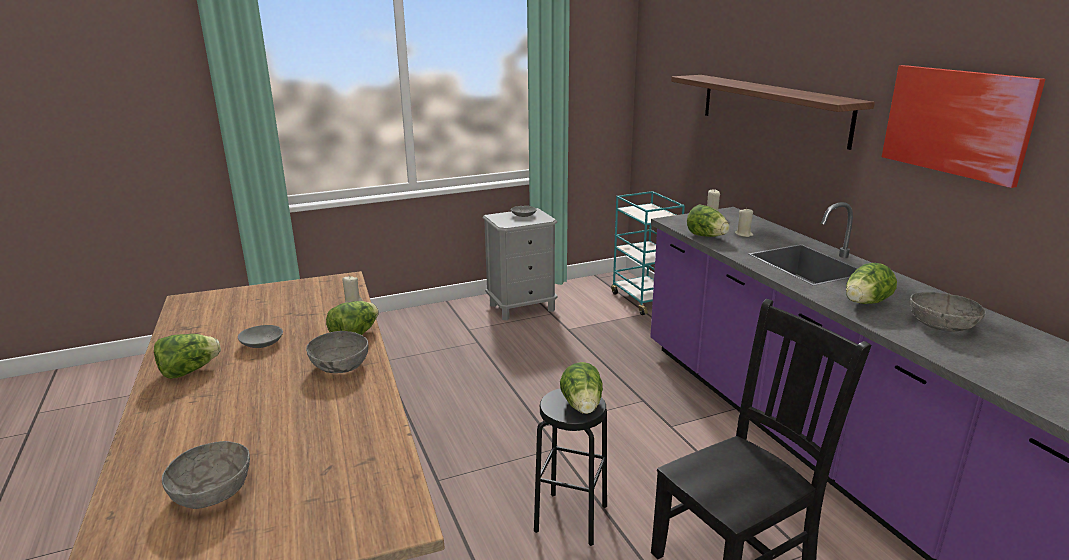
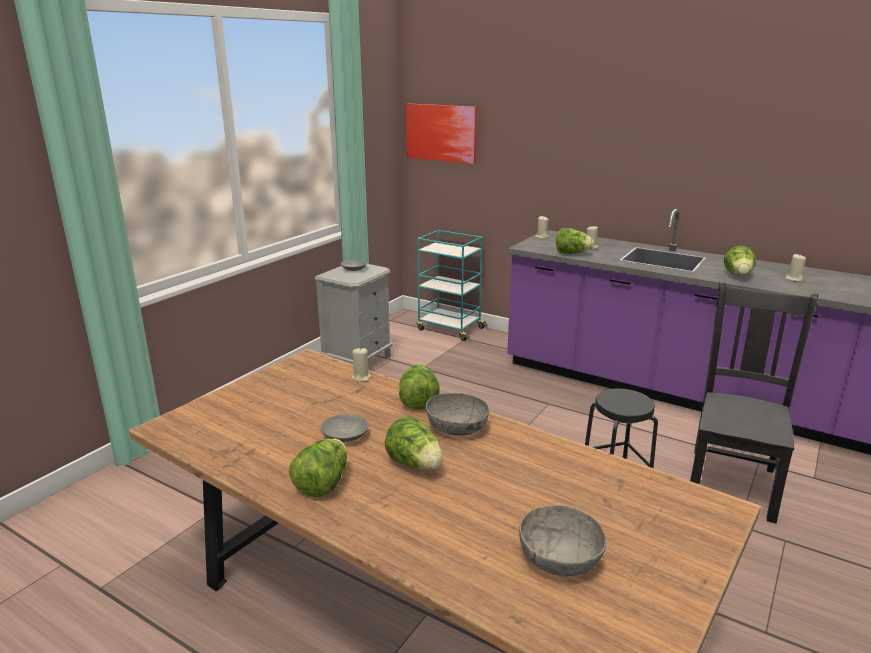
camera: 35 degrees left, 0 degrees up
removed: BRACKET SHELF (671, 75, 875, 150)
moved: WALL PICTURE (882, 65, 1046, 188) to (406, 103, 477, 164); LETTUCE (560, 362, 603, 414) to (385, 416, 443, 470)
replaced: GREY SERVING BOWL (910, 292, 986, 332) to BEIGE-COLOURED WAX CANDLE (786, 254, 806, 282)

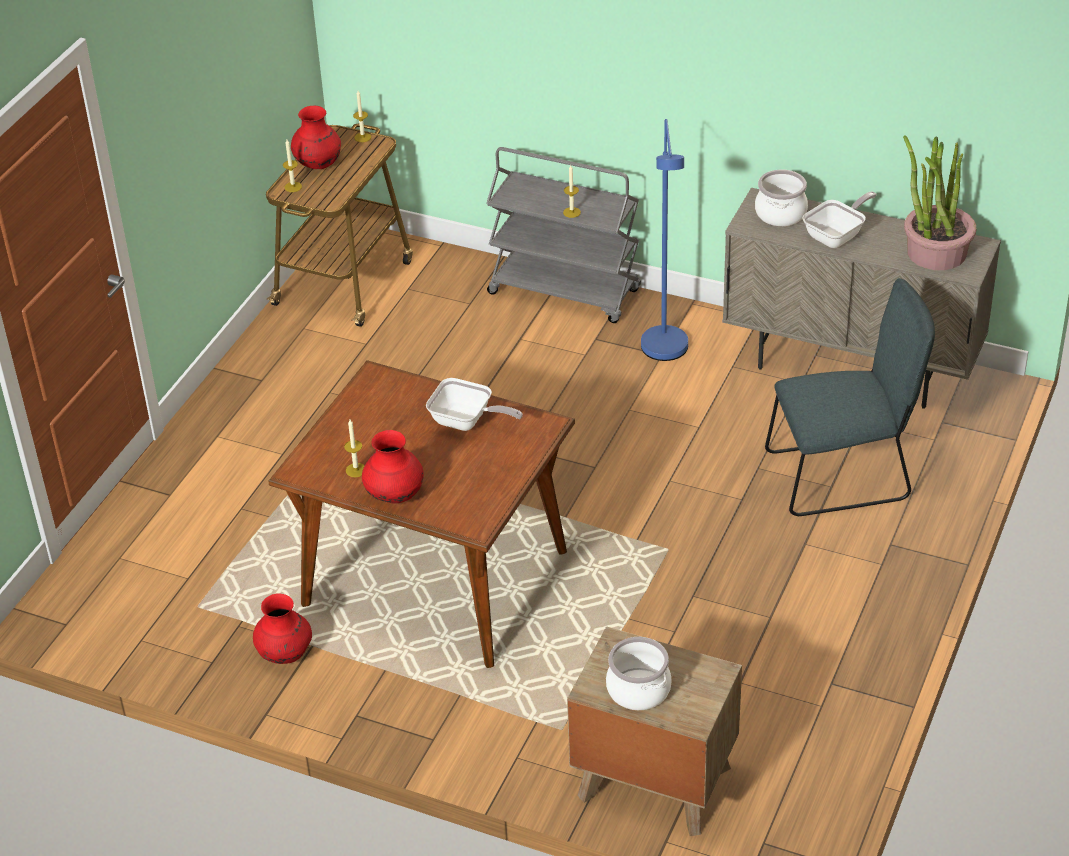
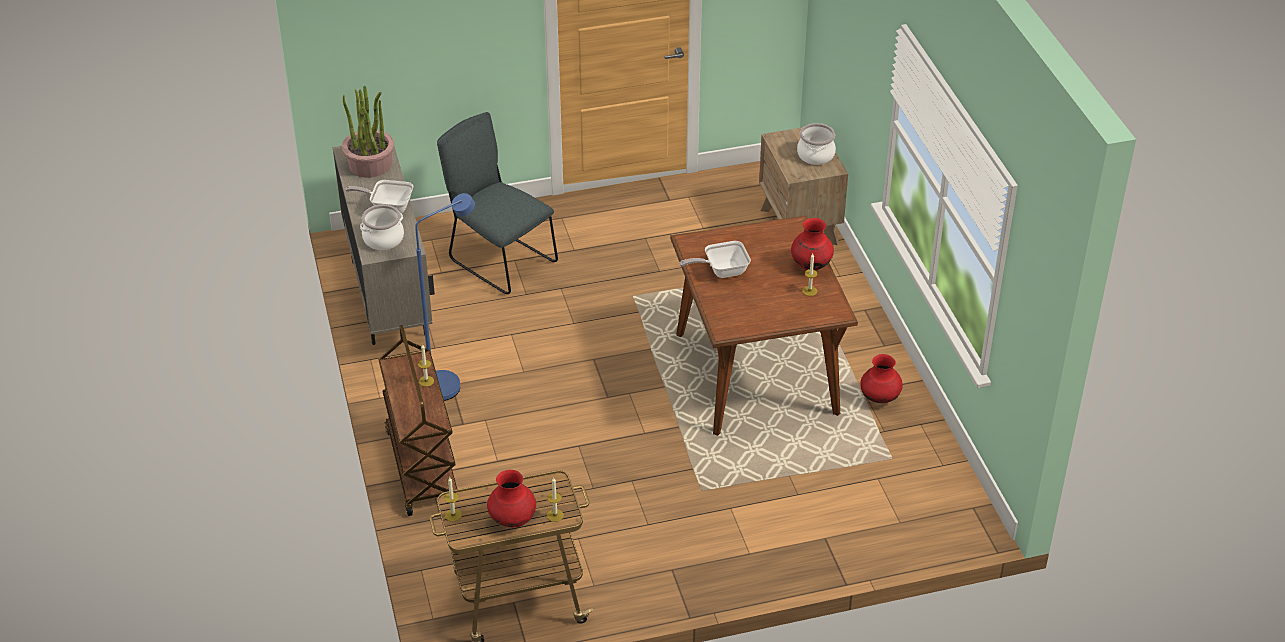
camera: 130 degrees left, 0 degrees up
recoloured: GREY CART (486, 147, 641, 323) to BROWN CART (378, 325, 457, 516)
turned: PAN (426, 378, 523, 431) = (680, 241, 751, 278) 90 degrees counterclockwise

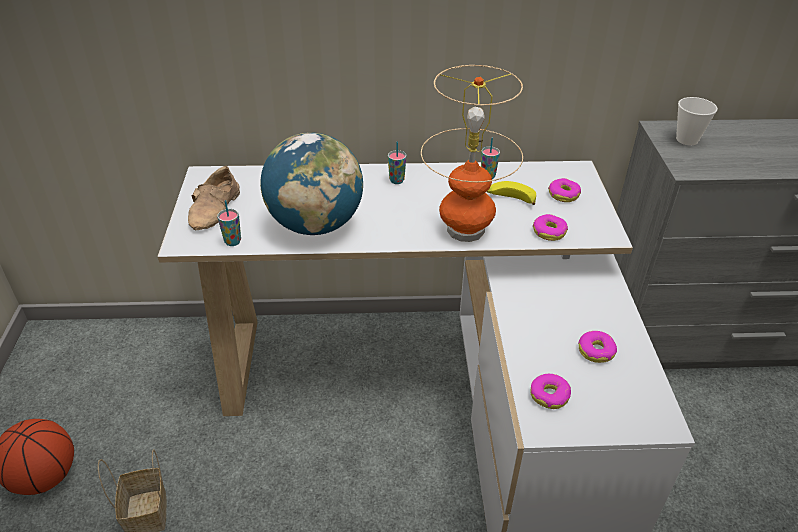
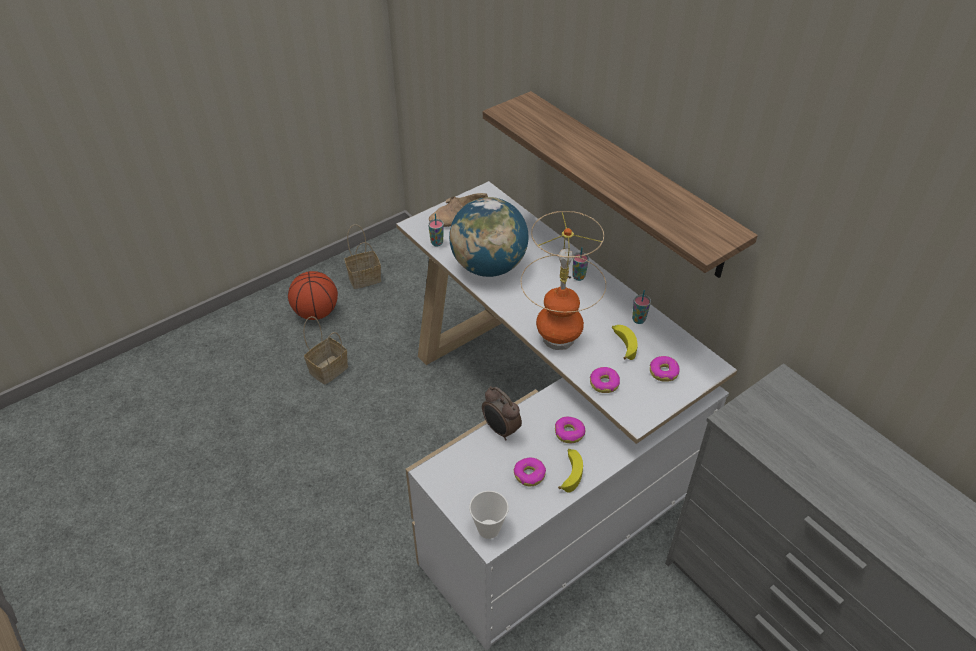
camera: 55 degrees right, 5 degrees up
added: BRACKET SHELF (483, 91, 758, 278); STORAGE BASKET (344, 224, 381, 289); ALARM CLOCK (482, 386, 522, 441); BANANA FRUIT (558, 449, 583, 493)
moved: DRINKING CUP (676, 97, 718, 145) to (469, 491, 509, 539); RING DOUGHNUT (530, 374, 571, 409) to (555, 416, 585, 443)

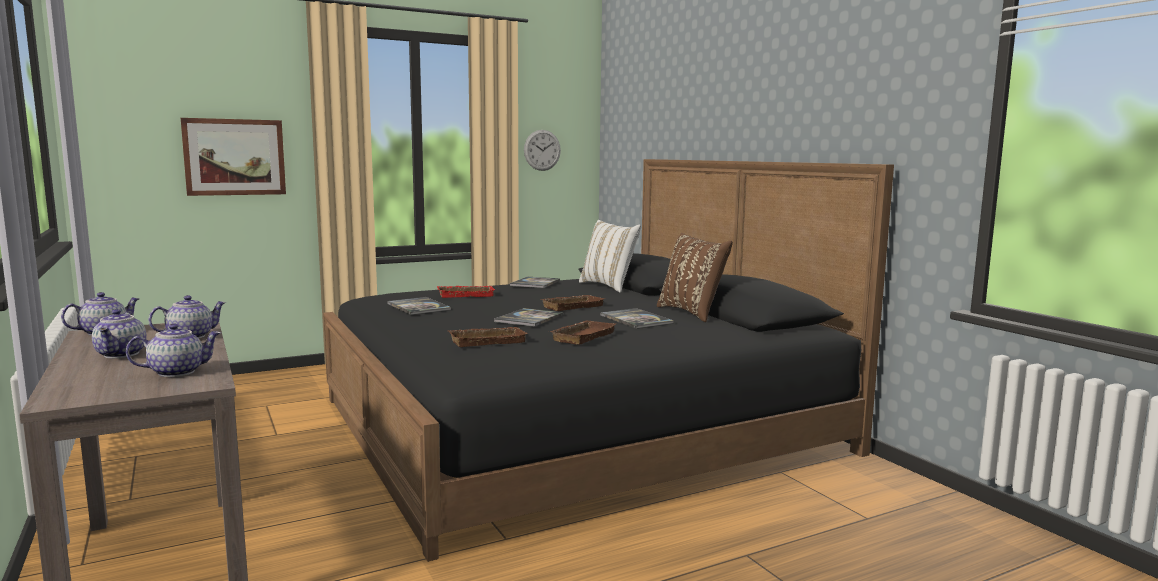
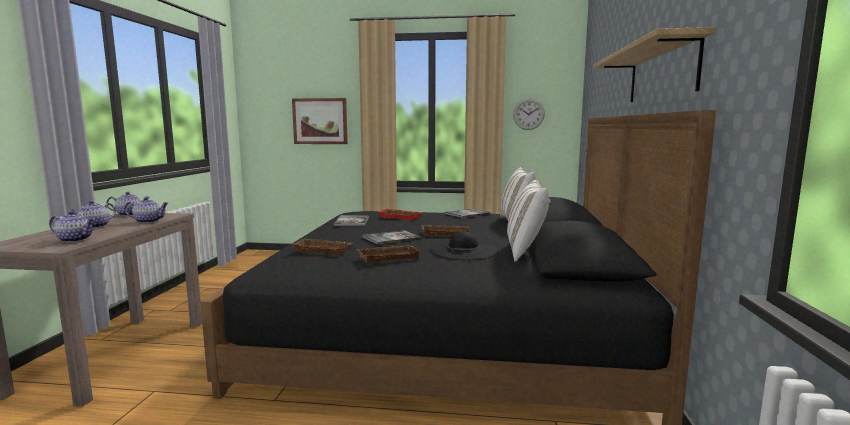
camera: 35 degrees right, 0 degrees up
added: BRACKET SHELF (593, 27, 715, 102)
replaced: BOOK (600, 308, 674, 329) to BLACKISH WEARABLE HAT (429, 231, 498, 260)
recoloured: BROWN PILLOW (657, 233, 733, 322) to WHITE PILLOW (507, 180, 551, 262)

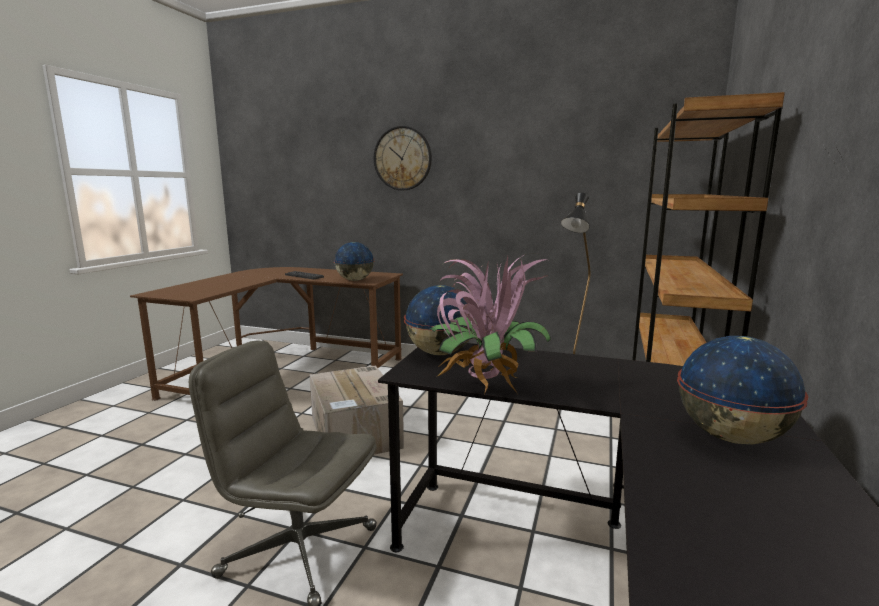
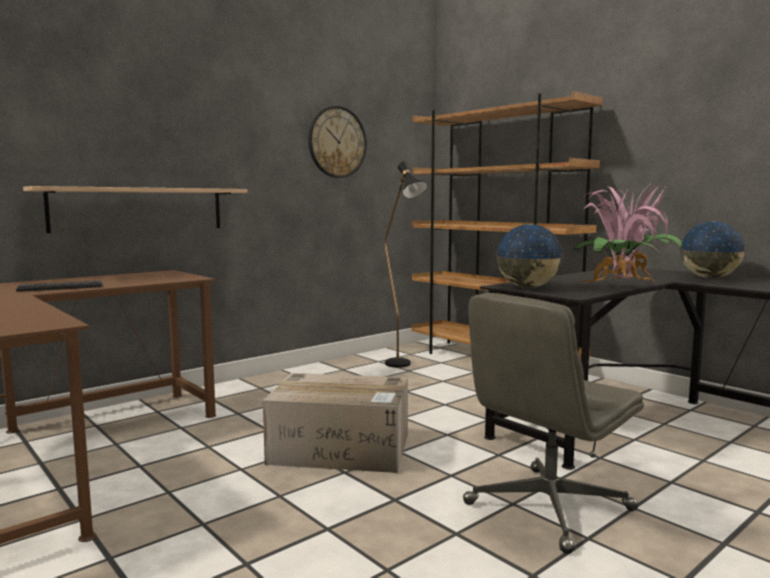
camera: 60 degrees left, 5 degrees down
removed: DESK GLOBE (334, 242, 374, 281)
added: BRACKET SHELF (23, 186, 248, 233)
moved: WALL CLOCK (374, 126, 432, 190) to (308, 106, 367, 178)

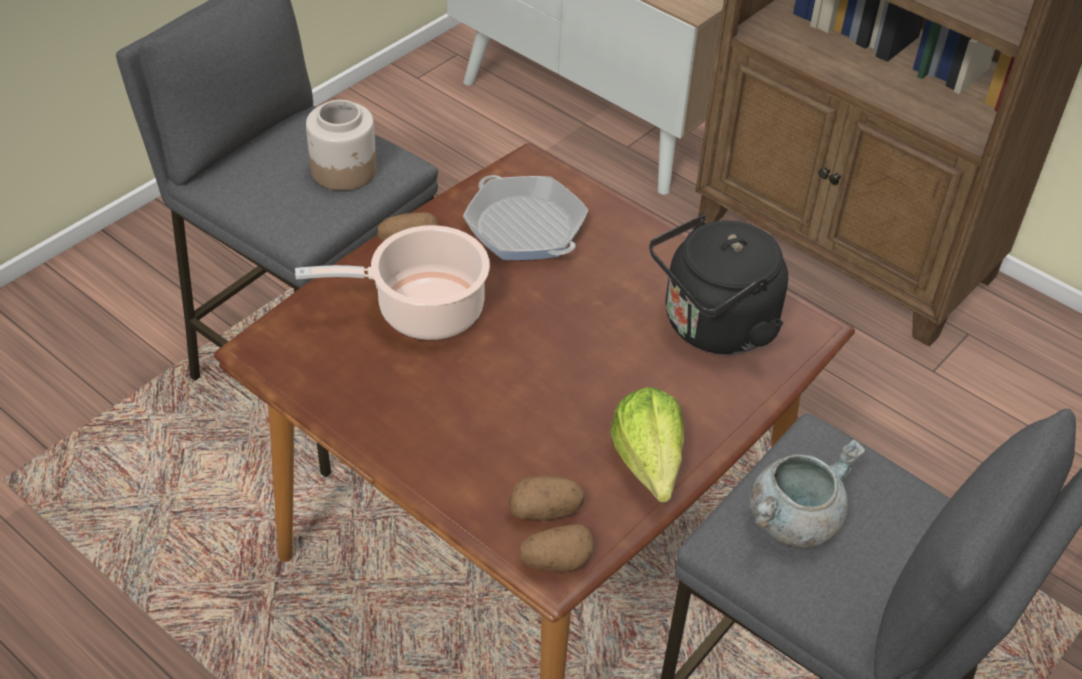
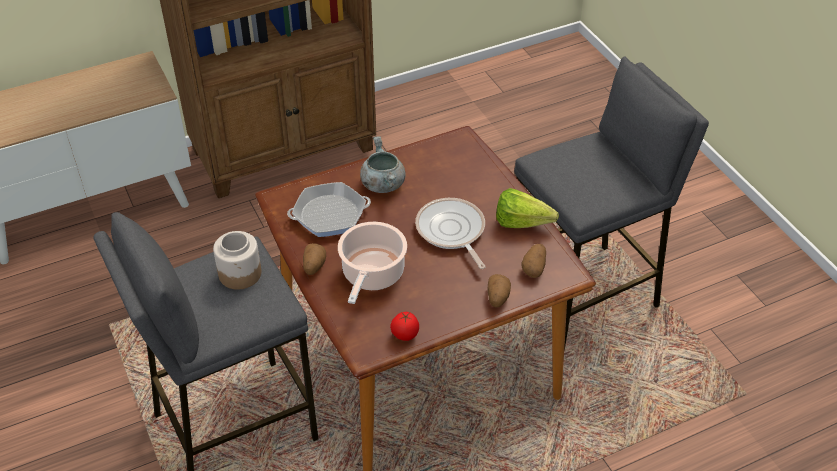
camera: 65 degrees left, 0 degrees up
removed: BLACKISH TEA KETTLE (649, 214, 788, 354)
added: PAN (415, 198, 486, 269); TOMATO (390, 312, 419, 341)
moved: GREY COOKING POT (750, 439, 865, 548) to (360, 136, 406, 193); POTATO (519, 524, 595, 572) to (487, 274, 511, 307)

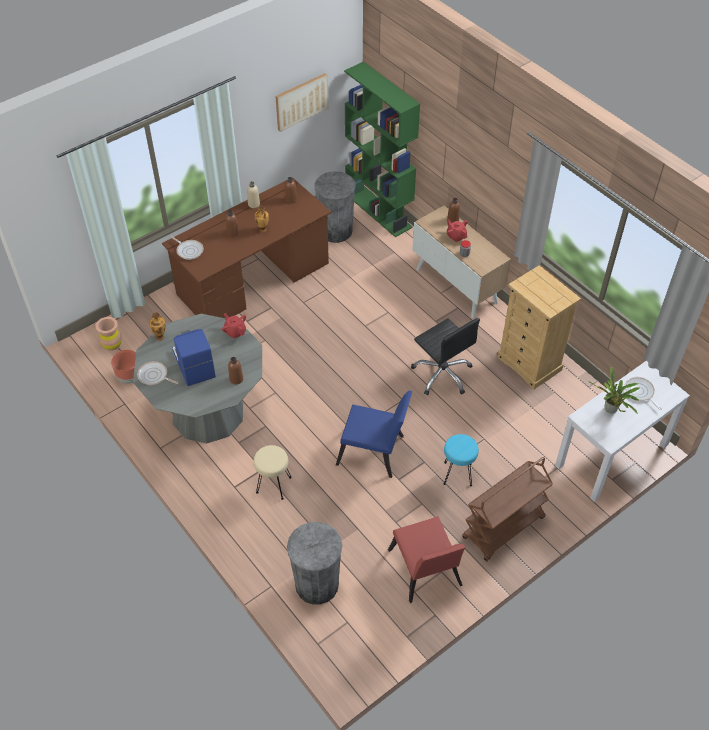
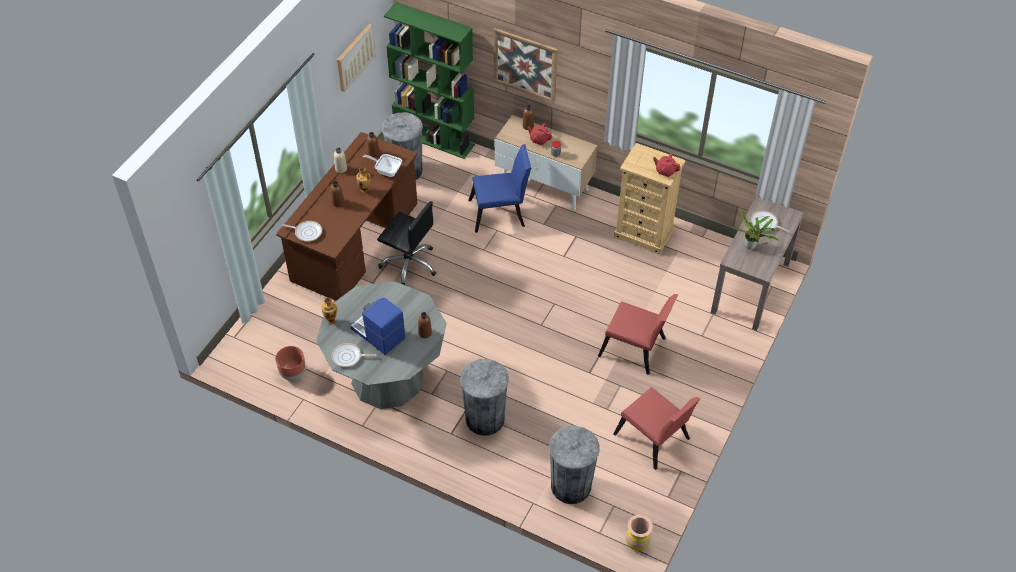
camera: 25 degrees left, 0 degrees up
removed: BROWN CART (462, 457, 553, 561)
added: WALL PICTURE (494, 28, 558, 102); PAN (363, 154, 402, 177)
moved: REDDISH TEA POT (222, 313, 246, 339) to (653, 153, 680, 177); BROWN VASE (95, 317, 122, 351) to (625, 515, 653, 551); BLACKISH DESK CHAIR (411, 318, 480, 395) to (377, 201, 436, 285); BLUE-COLOURED PLAIN CHAIR (336, 391, 412, 478) to (468, 144, 531, 233)
replaced: BLUE-GREEN SITTING STOOL (443, 434, 479, 486) to REDDISH PLAIN CHAIR (598, 294, 678, 375); BEIGE-COLOURED SITTING STOOL (254, 445, 291, 500) to GREY RUBBISH BIN (460, 359, 509, 436)
recoloured: WHITE NARROW TABLE (555, 361, 690, 502) to BROWN NARROW TABLE (711, 196, 804, 331)

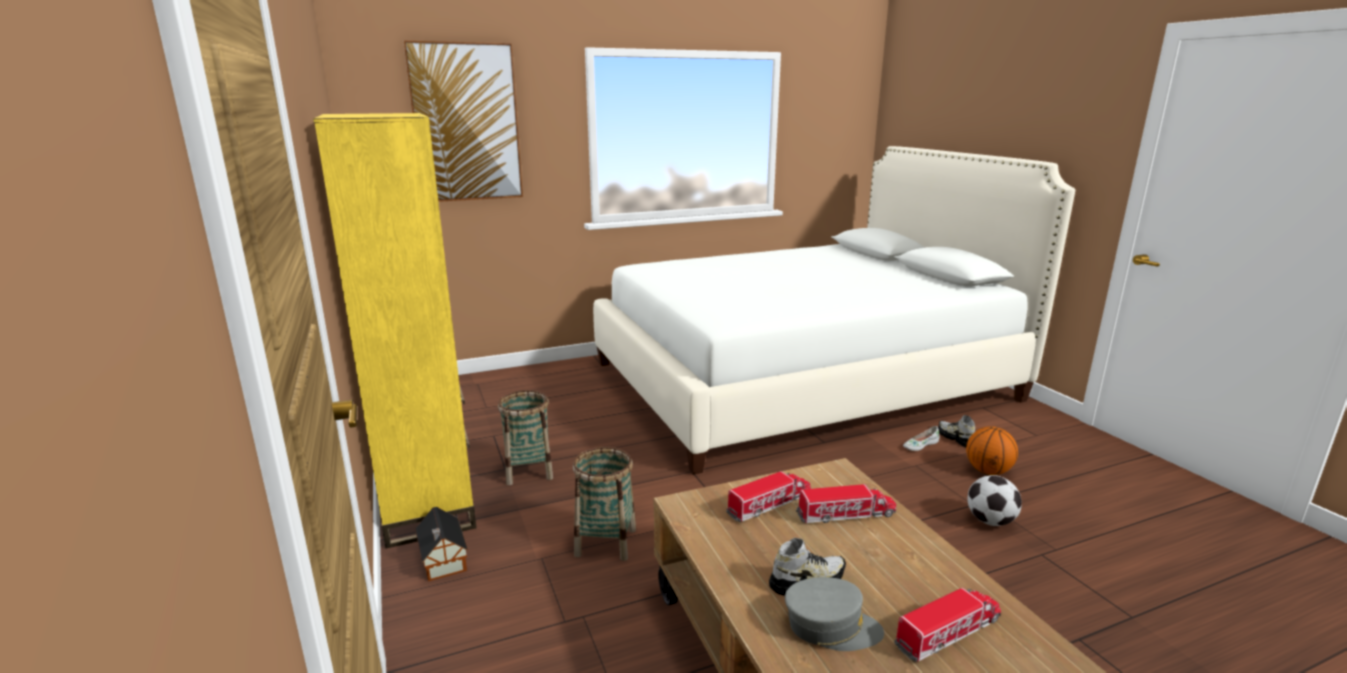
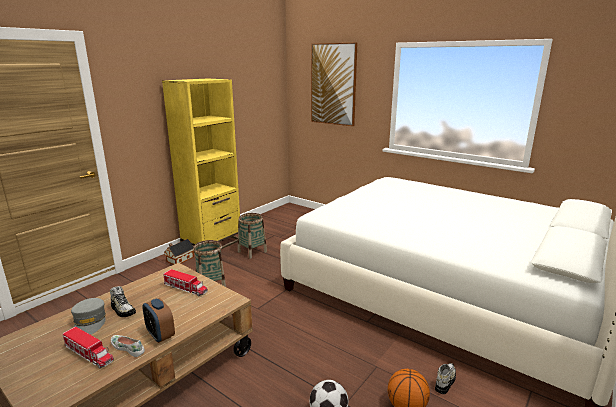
camera: 60 degrees right, 0 degrees up
removed: TOY TRUCK (796, 484, 896, 523)
added: ALARM CLOCK (142, 298, 175, 343)
moved: WHITE ITEM OF FOOTWEAR (903, 426, 940, 451) to (111, 335, 145, 357)

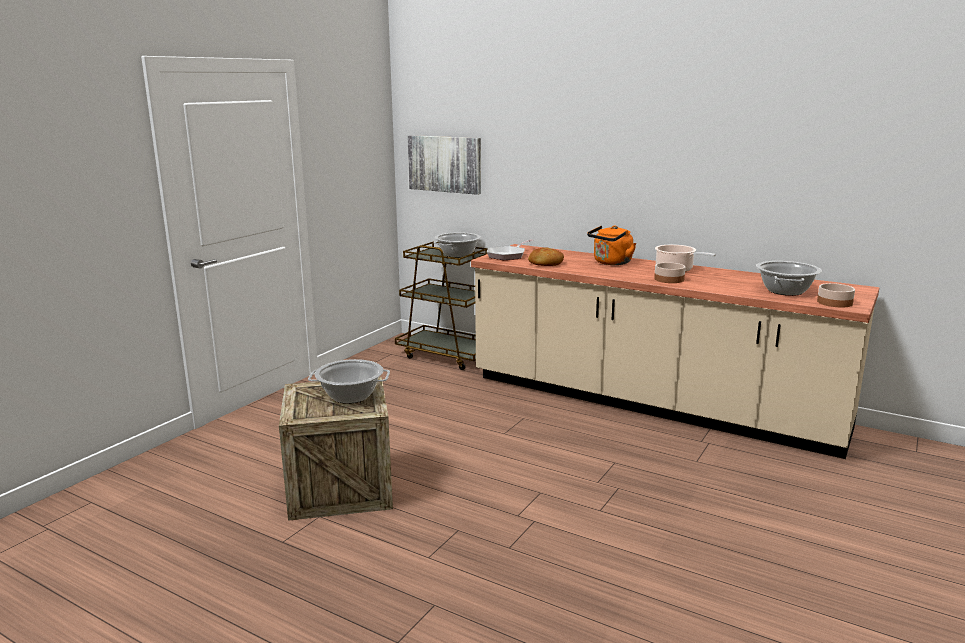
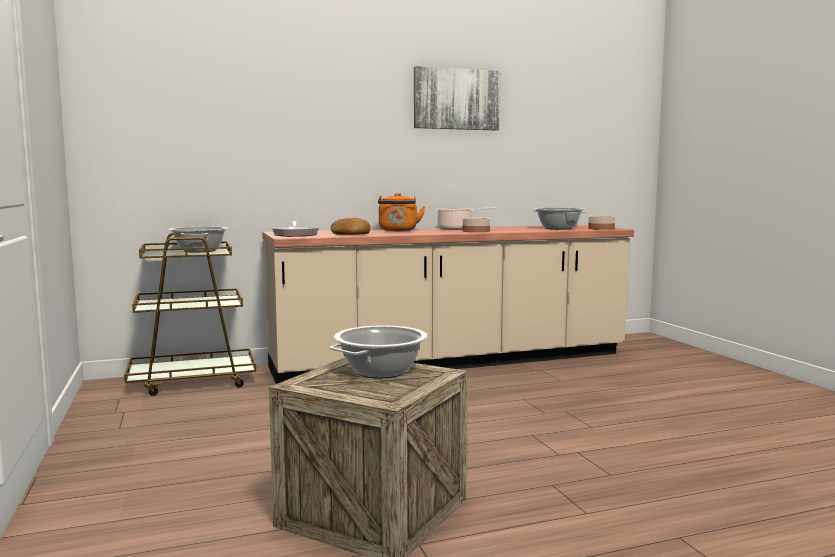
camera: 50 degrees left, 10 degrees down
moved: WALL PICTURE (408, 135, 481, 195) to (414, 66, 500, 131)

